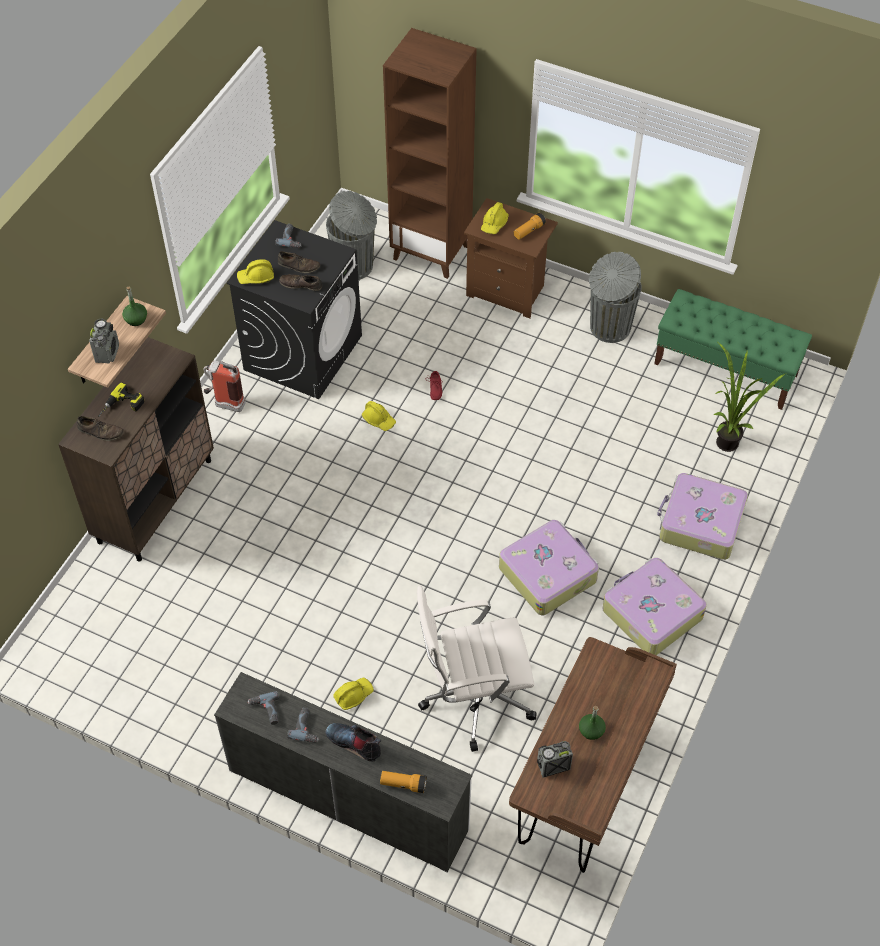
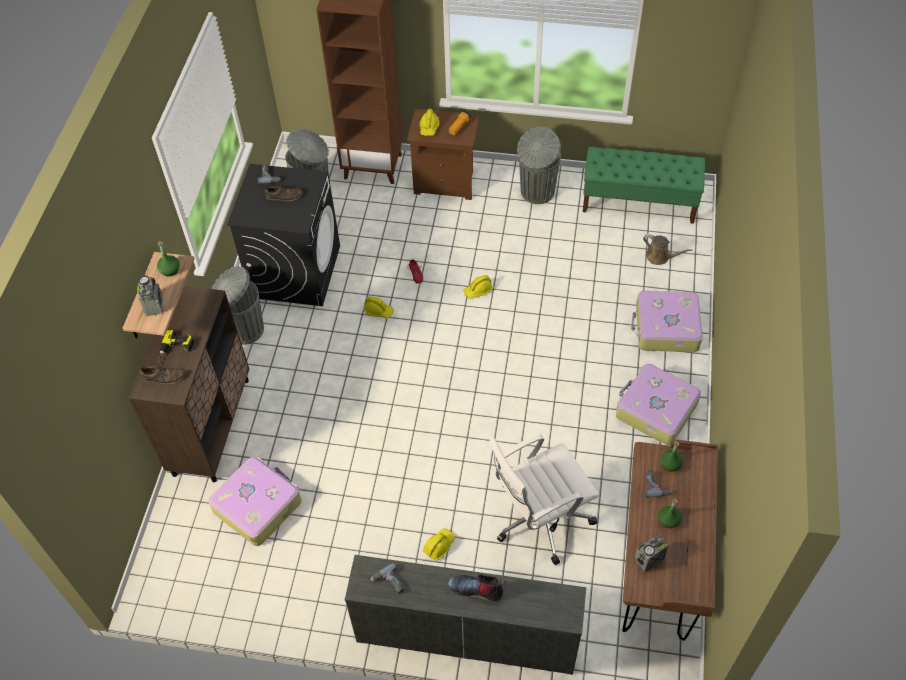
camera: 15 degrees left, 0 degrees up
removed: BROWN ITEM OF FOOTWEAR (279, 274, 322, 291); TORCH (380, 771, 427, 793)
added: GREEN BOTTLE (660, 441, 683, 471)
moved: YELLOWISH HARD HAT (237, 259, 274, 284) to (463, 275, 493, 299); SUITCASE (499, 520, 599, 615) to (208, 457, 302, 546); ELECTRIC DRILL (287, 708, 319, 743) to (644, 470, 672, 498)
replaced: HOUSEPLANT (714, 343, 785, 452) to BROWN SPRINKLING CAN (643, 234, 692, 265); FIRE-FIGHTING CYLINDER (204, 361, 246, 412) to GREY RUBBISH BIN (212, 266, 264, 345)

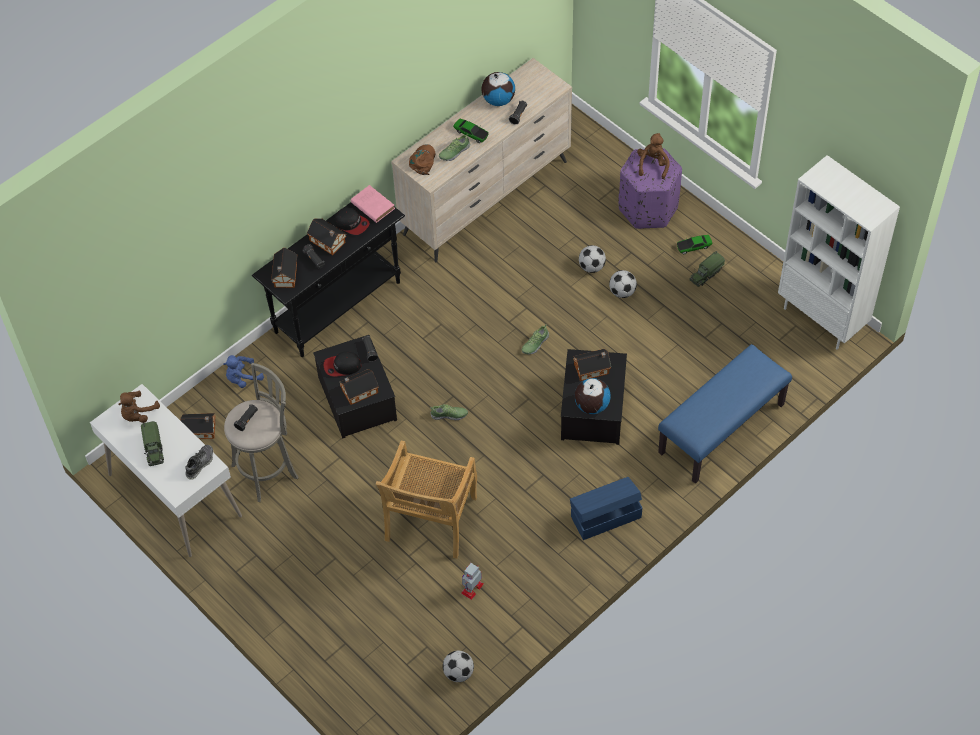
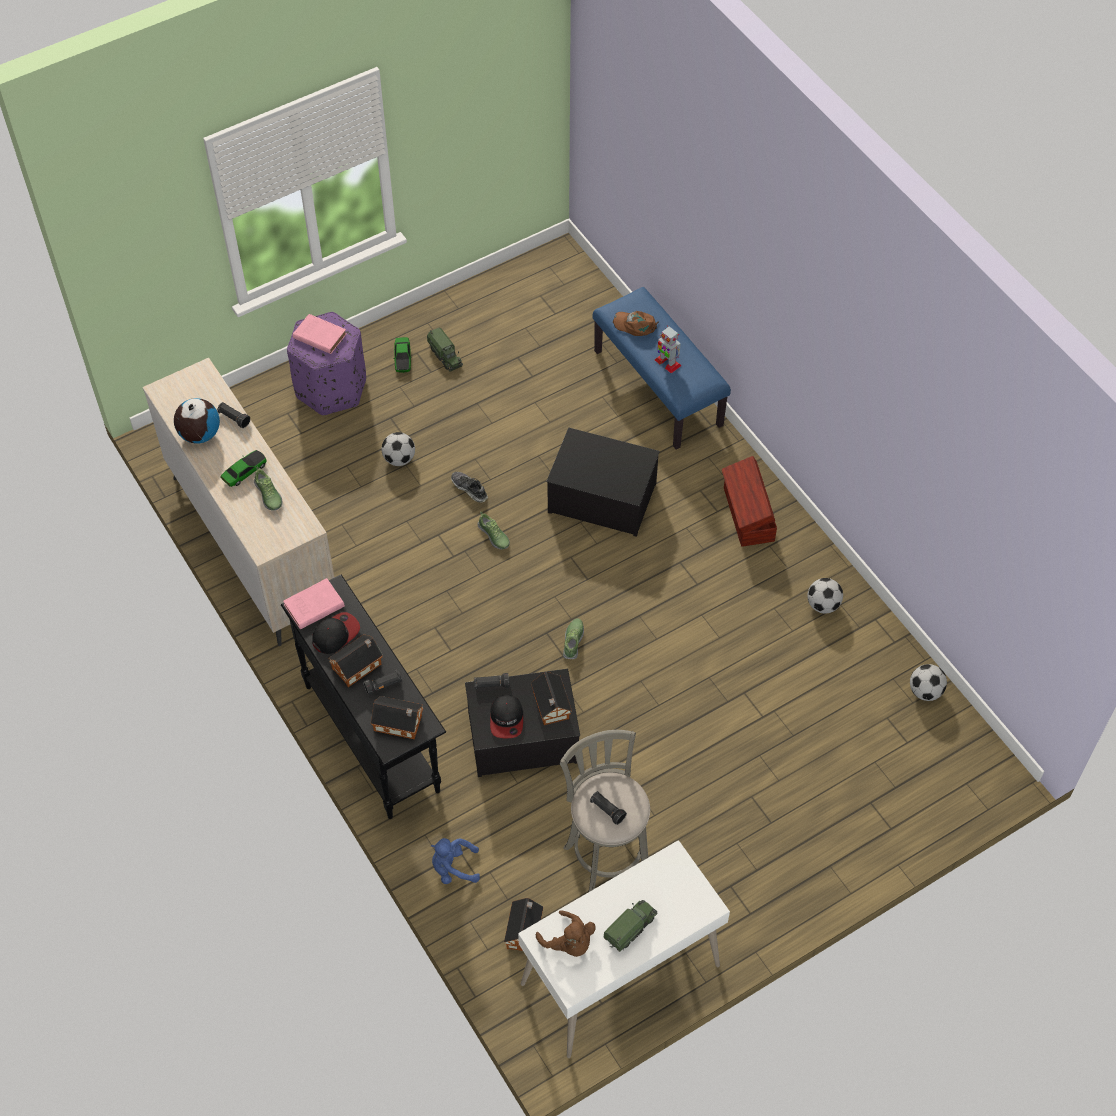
camera: 80 degrees left, 0 degrees up
removed: WHITE BOOKSHELF (778, 155, 900, 349); MODEL HOUSE (573, 349, 611, 381); DESK GLOBE (574, 378, 611, 414); BEIGE-COLOURED PLAIN CHAIR (376, 440, 477, 559)
moved: BROWN PEAKED CAP (409, 144, 435, 175) to (613, 311, 659, 336); FOOTBALL BALL (609, 270, 637, 298) to (807, 578, 843, 614); ITEM OF FOOTWEAR (185, 445, 213, 480) to (451, 472, 488, 502); ROBOT FIGURE (461, 563, 484, 600) to (655, 325, 681, 373)
replaced: BROWN CUDDLY TOY (637, 133, 670, 179) to PINKISH BOOK (293, 314, 347, 354)
recoloured: BLUE-COLOURED STORAGE CONTAINER (570, 477, 642, 540) to BROWN STORAGE CONTAINER (722, 456, 777, 547)
turned: BLUE-COLOURED CUDDLY TOY (223, 355, 264, 388) = (431, 838, 480, 884) 105 degrees clockwise; TOY TRUCK (141, 421, 164, 466) = (604, 900, 657, 952) 45 degrees counterclockwise

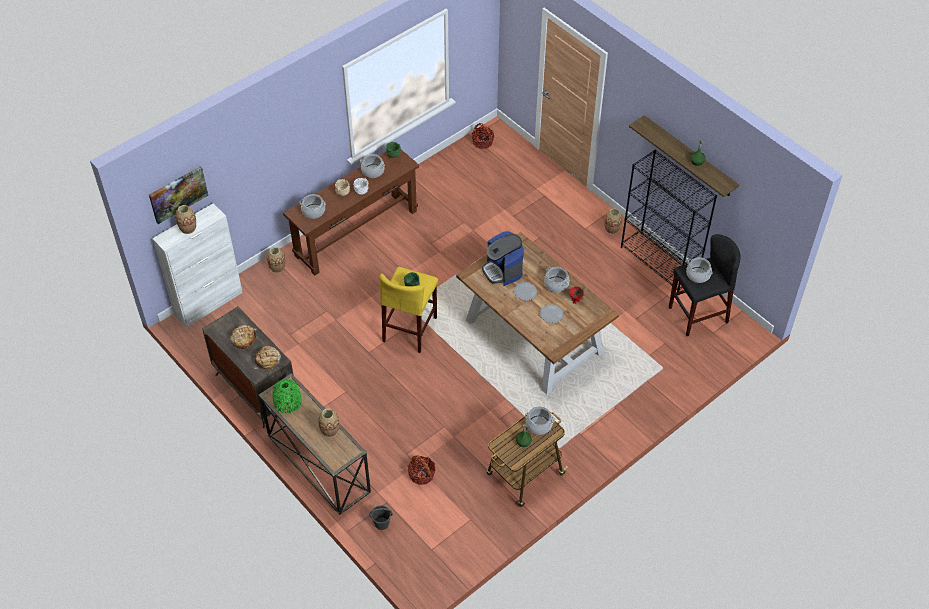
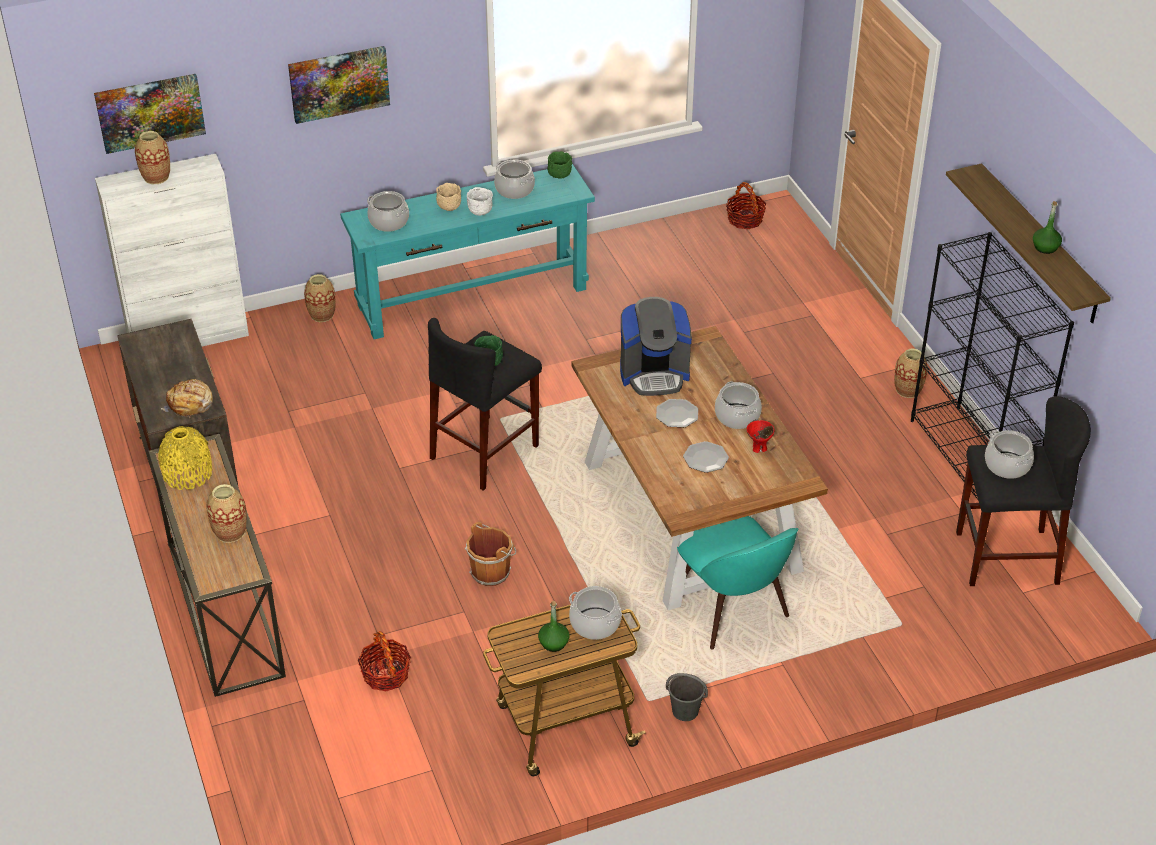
camera: 20 degrees right, 10 degrees down
removed: BAKERY BREAD (230, 325, 256, 349)
added: WALL PICTURE (288, 46, 390, 124); BLUE-GREEN PLAIN CHAIR (677, 516, 798, 649); BROWN BUCKET (464, 522, 516, 586)
moved: GREY BUCKET (369, 505, 393, 530) to (666, 673, 708, 721)
recoloured: BROWN NARROW TABLE (283, 149, 419, 275) to BLUE-GREEN NARROW TABLE (340, 164, 595, 339); YELLOWISH SITTING STOOL (379, 267, 438, 353) to BLACKISH SITTING STOOL (428, 318, 542, 490); GREEN VASE (272, 379, 302, 414) to YELLOWISH VASE (158, 426, 212, 490)
turned: COFFEE MACHINE (482, 231, 524, 286) = (620, 297, 692, 396) 90 degrees counterclockwise

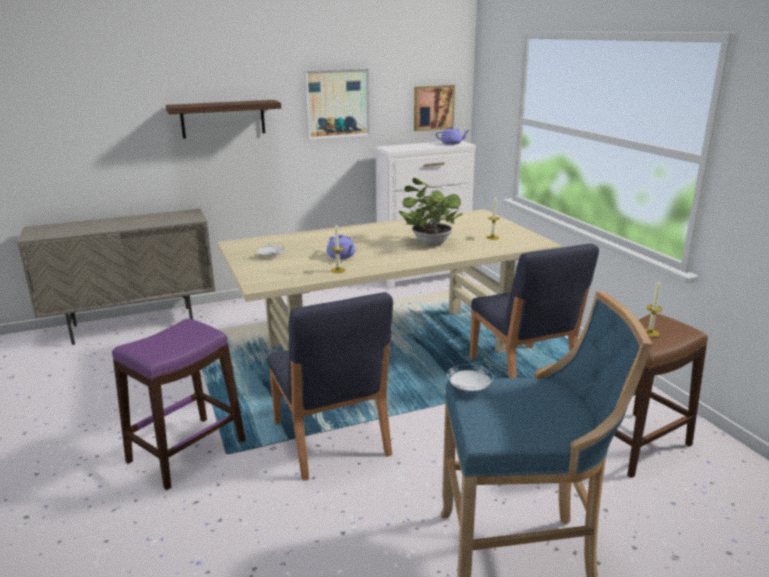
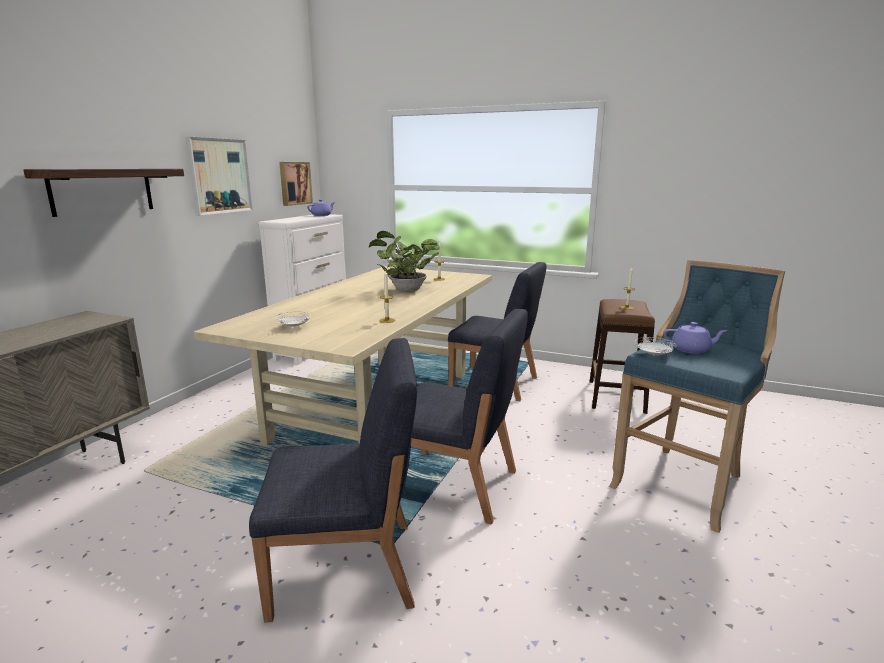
camera: 45 degrees left, 5 degrees down
moved: PURPLE-COLOURED TEA POT (327, 234, 356, 259) to (663, 322, 728, 354)
replaced: PURPLE-COLOURED SITTING STOOL (112, 318, 246, 490) to BLUE-COLOURED PLAIN CHAIR (249, 338, 417, 623)

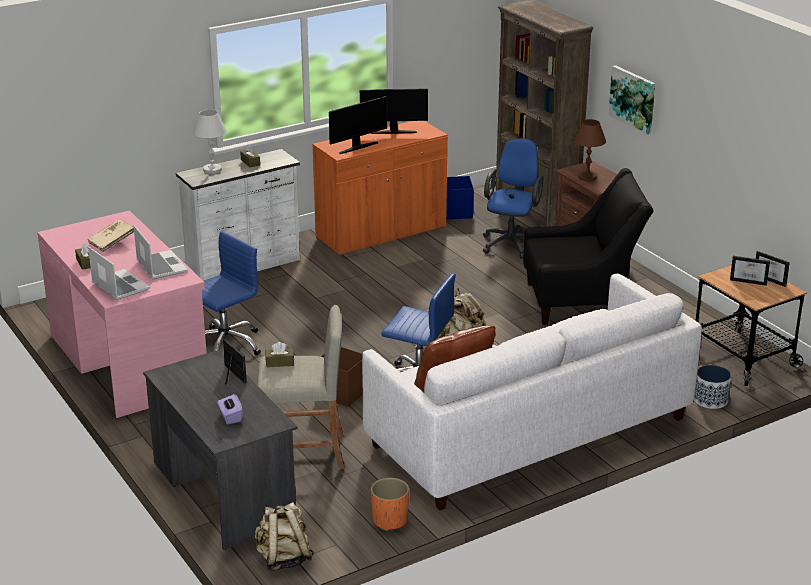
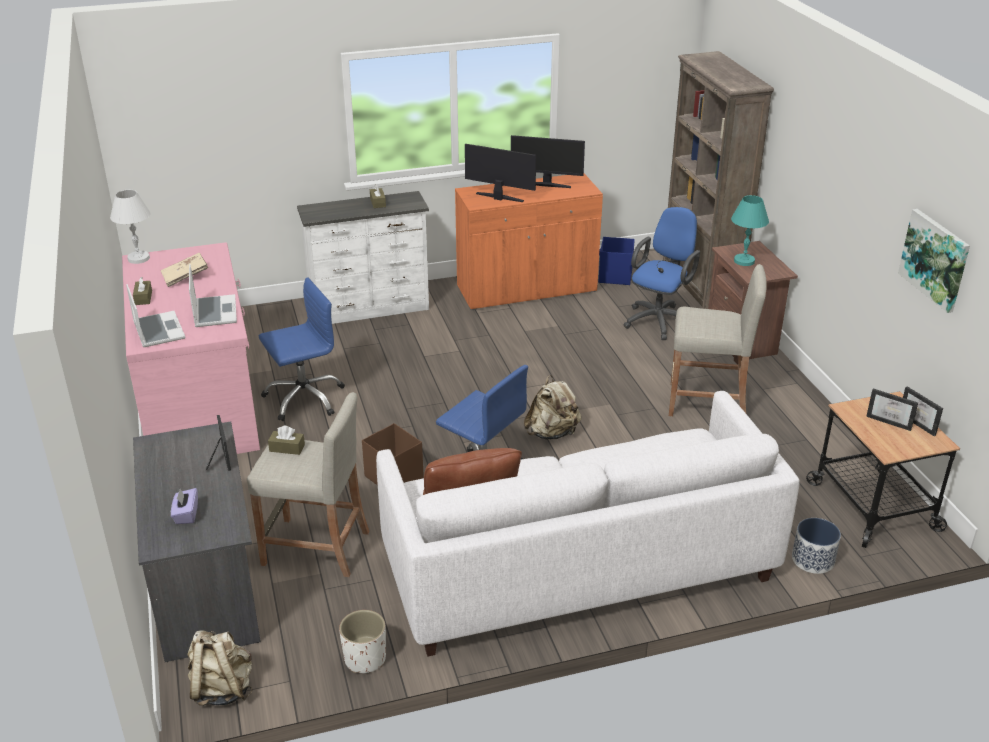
camera: 15 degrees right, 5 degrees up
moved: WALL PICTURE (609, 65, 655, 135) to (898, 209, 970, 313); WHITE LAMP FOR A TABLE (193, 109, 227, 174) to (110, 190, 150, 264)
replaced: BLACKISH ARMCHAIR (523, 168, 653, 325) to BEIGE-COLOURED SITTING STOOL (669, 264, 767, 417)
recoloured: BROWN LAMP FOR A TABLE (574, 119, 606, 182) to BLUE-GREEN LAMP FOR A TABLE (731, 195, 769, 266); ORANGEY PLANT POT (371, 478, 409, 531) to WHITE PLANT POT (339, 610, 386, 673)
turned: MONITOR (329, 96, 387, 154) = (465, 144, 536, 202) 135 degrees counterclockwise

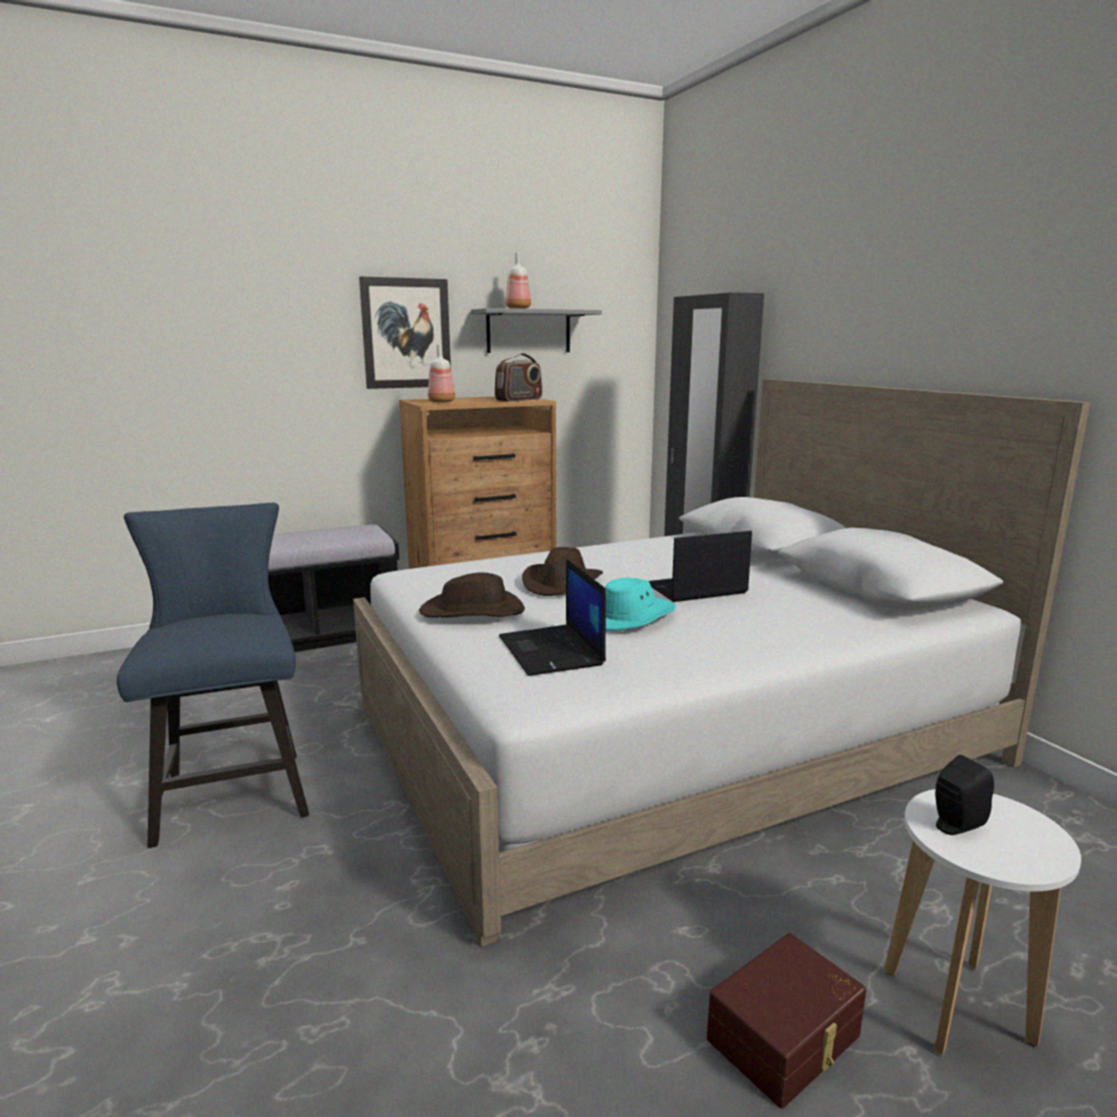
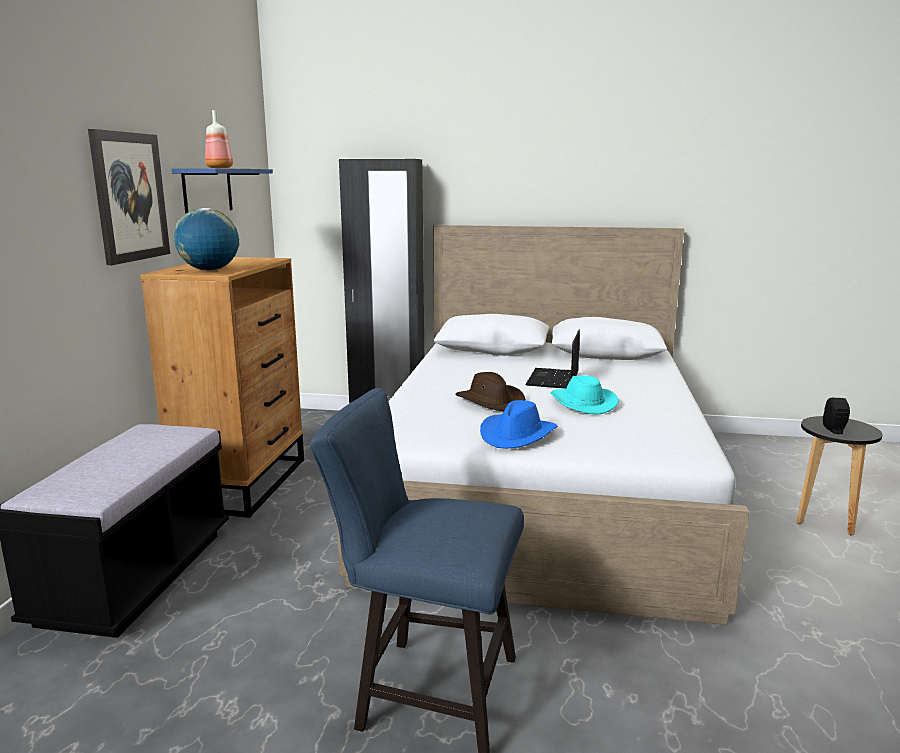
camera: 55 degrees left, 0 degrees up
removed: RADIO RECEIVER (495, 353, 542, 402); NOTEBOOK COMPUTER (499, 558, 606, 676); BROWN STORAGE CONTAINER (707, 933, 866, 1109)
replaced: BOTTLE (428, 344, 455, 403) to DESK GLOBE (174, 208, 240, 271)
recoloured: GREY BRACKET SHELF (471, 308, 602, 353) to BLUE-COLOURED BRACKET SHELF (172, 168, 273, 214); BROWN WEARABLE HAT (419, 573, 525, 618) to BLUE-COLOURED WEARABLE HAT (480, 400, 557, 449); WHITE SITTING STOOL (884, 789, 1081, 1056) to BLACKISH SITTING STOOL (796, 416, 883, 535)

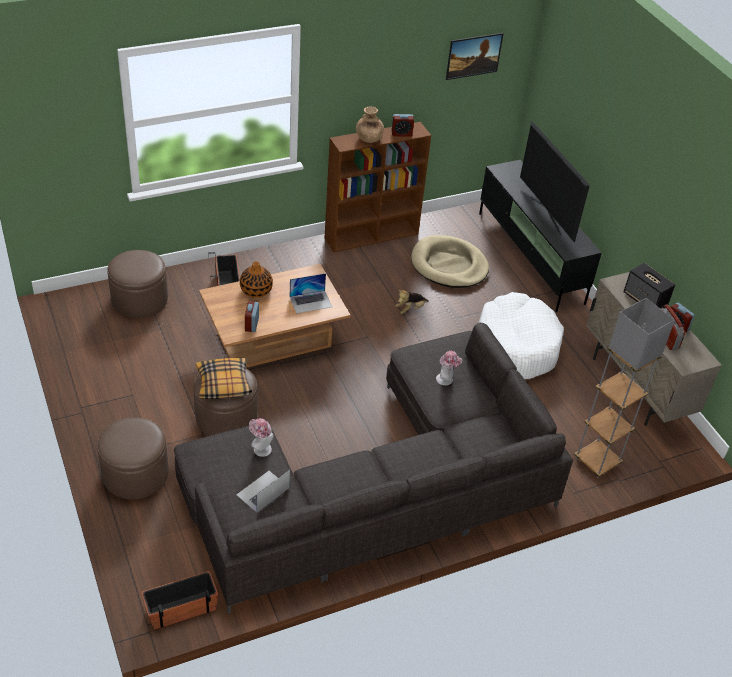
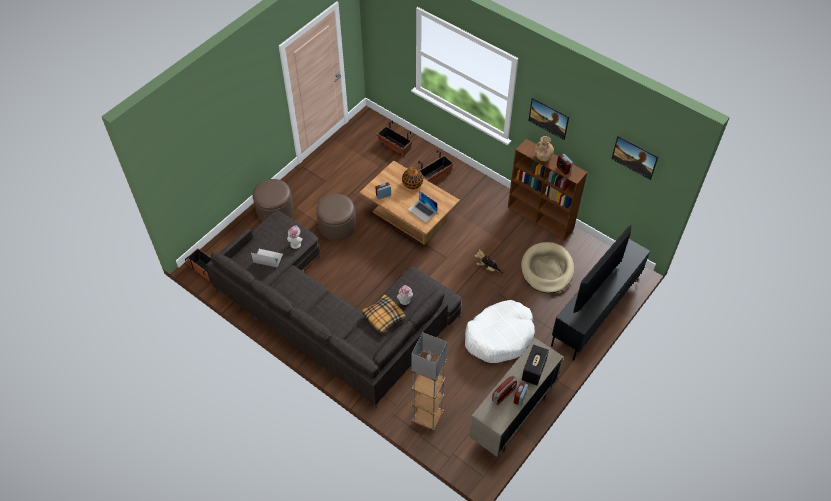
camera: 65 degrees right, 10 degrees up
added: WALL PICTURE (528, 97, 569, 140)
moved: PILLOW (196, 358, 252, 399) to (362, 295, 406, 334)
replaced: BROWN FOOTREST (107, 250, 168, 318) to PLANT POT (377, 121, 412, 156)

